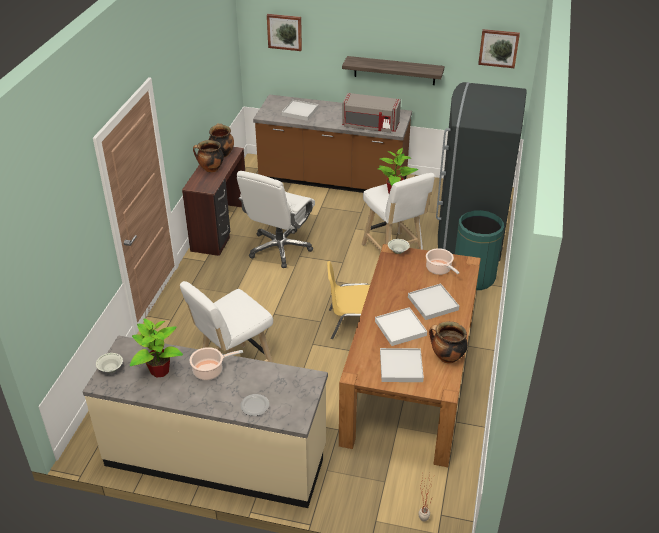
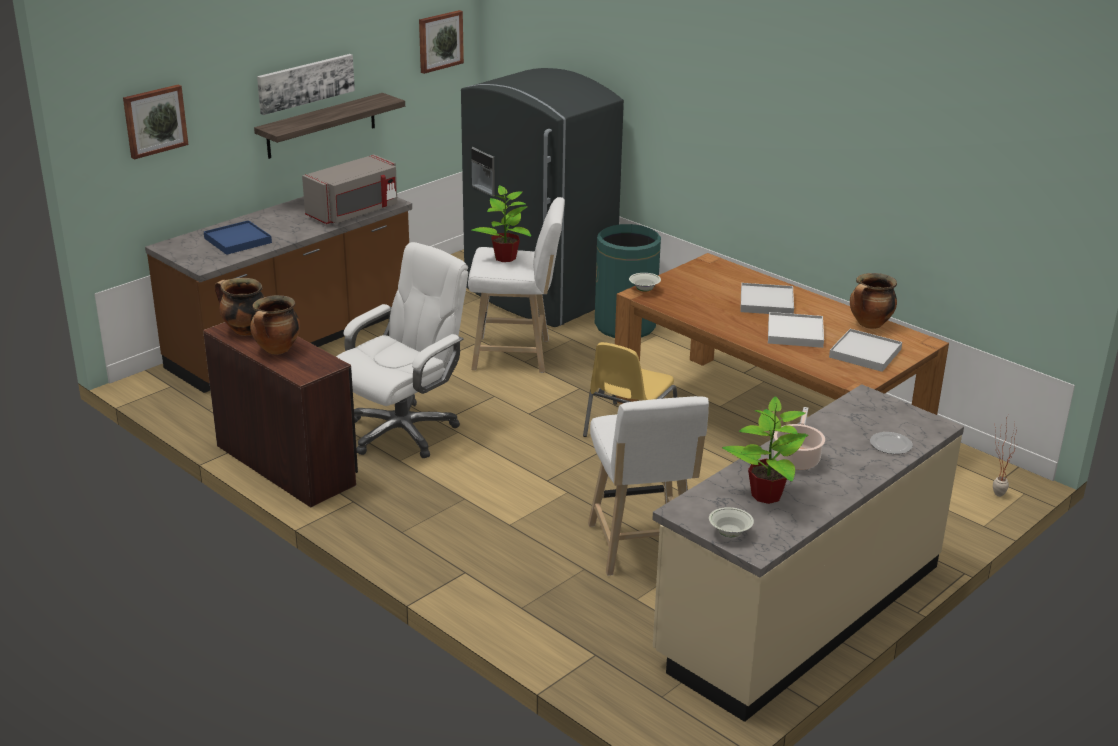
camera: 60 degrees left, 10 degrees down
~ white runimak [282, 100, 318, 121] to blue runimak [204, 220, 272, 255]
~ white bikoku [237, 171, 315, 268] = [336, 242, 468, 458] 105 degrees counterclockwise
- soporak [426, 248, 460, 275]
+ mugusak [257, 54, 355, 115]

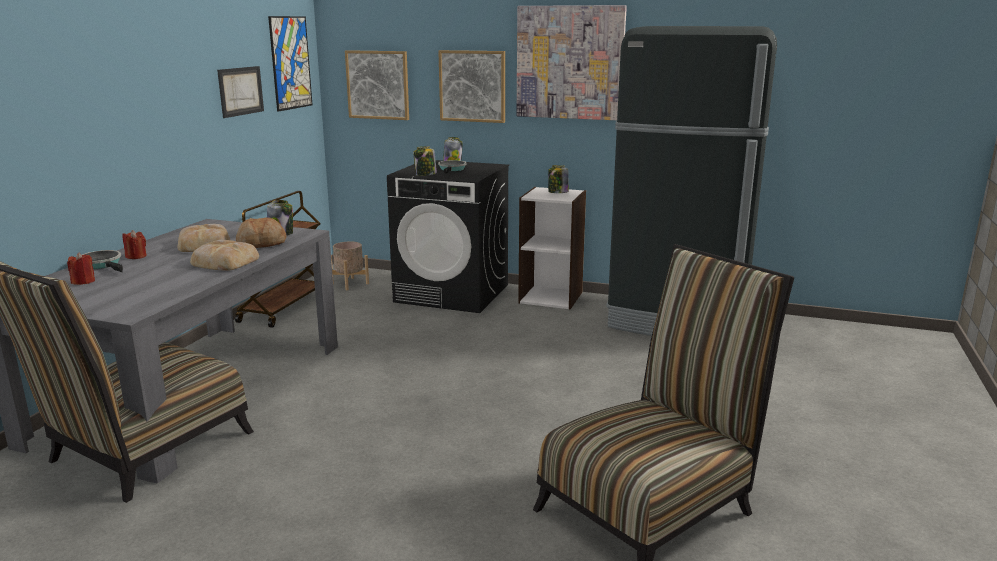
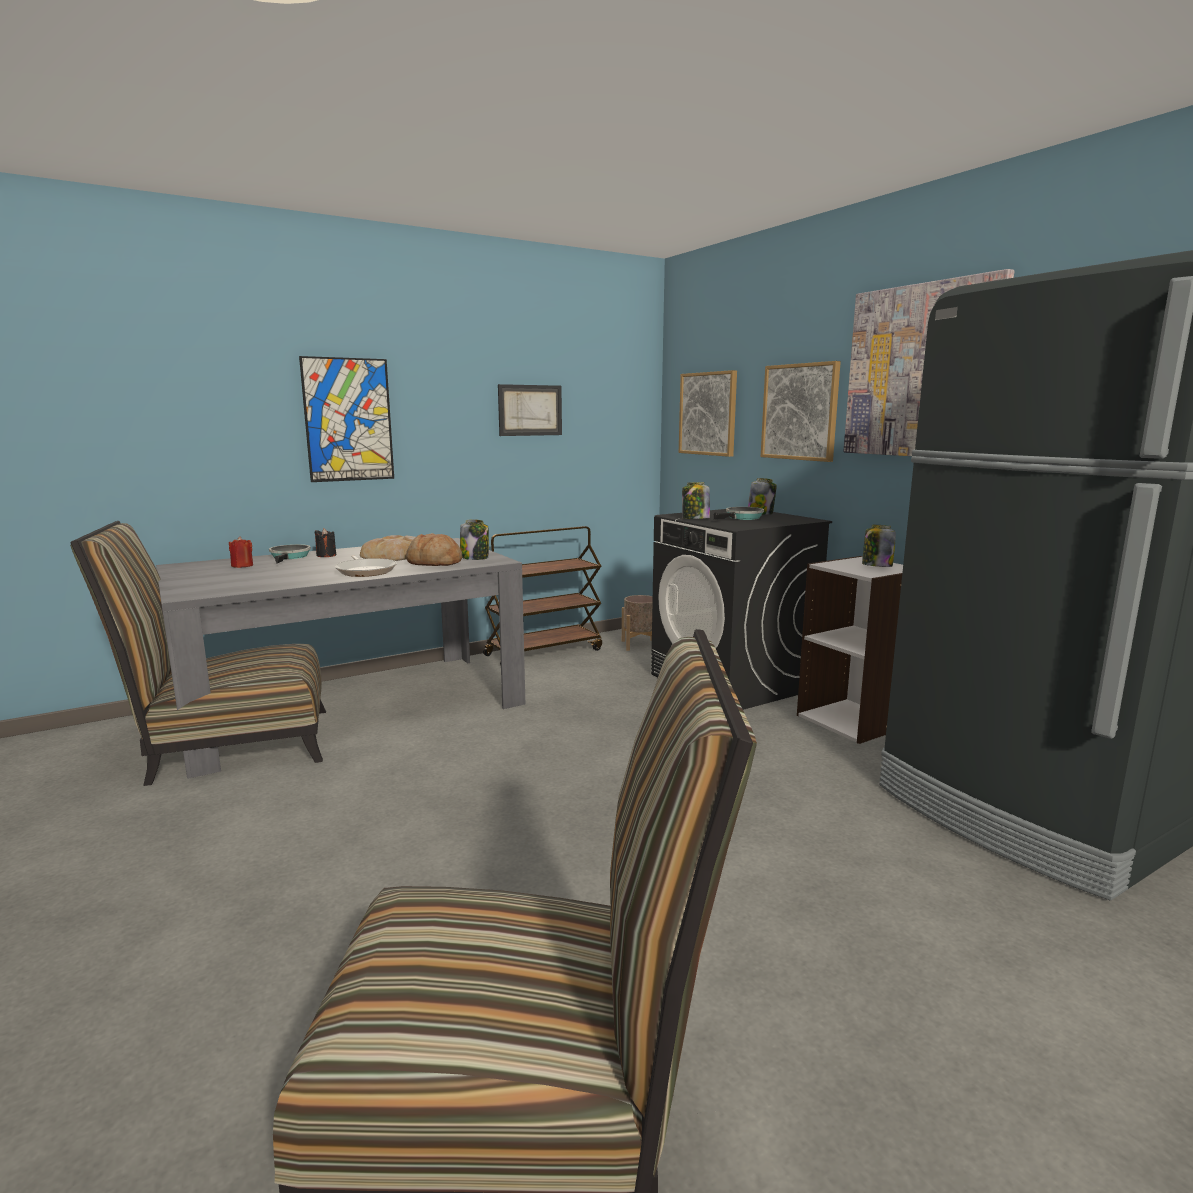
camera: 40 degrees right, 5 degrees down
~ mugusak [268, 16, 312, 112] to [299, 356, 394, 482]
~ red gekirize [123, 230, 147, 259] to black gekirize [314, 528, 336, 557]
~ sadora [190, 240, 259, 271] to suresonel [335, 555, 397, 577]

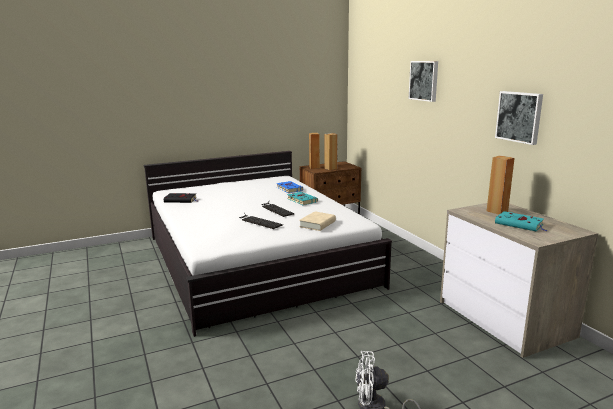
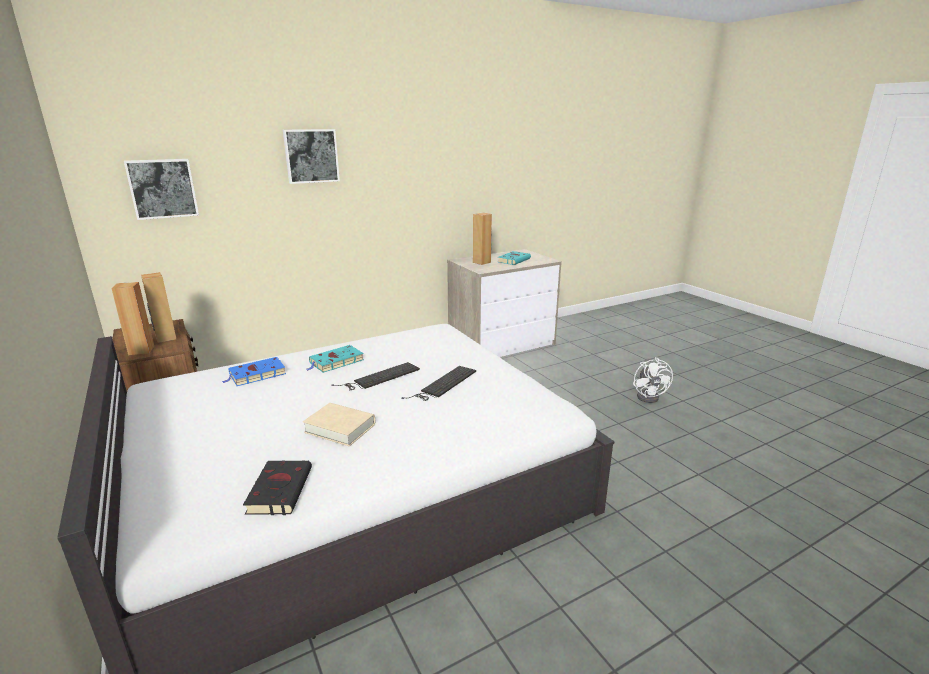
camera: 95 degrees left, 5 degrees up
~ mugusak [495, 91, 543, 145] to [124, 159, 199, 220]
~ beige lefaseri [299, 211, 336, 231] to [303, 403, 375, 446]

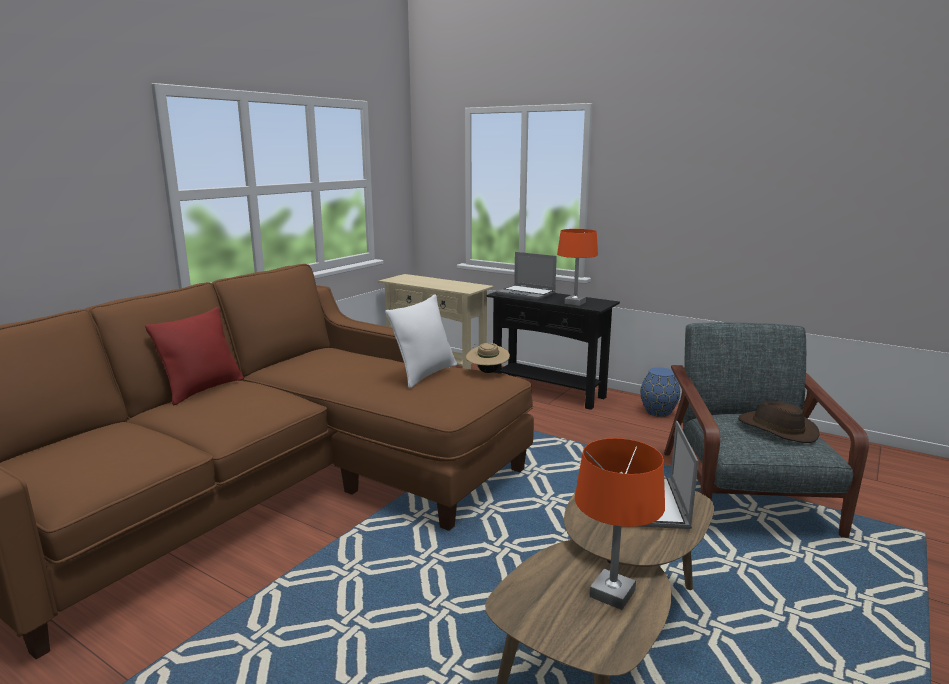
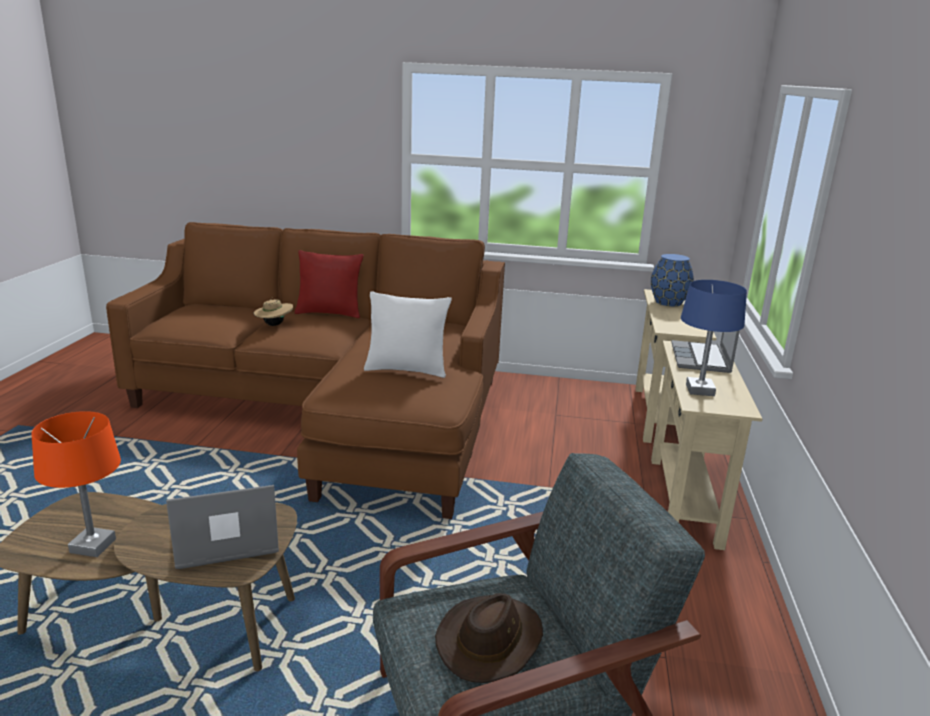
camera: 65 degrees right, 5 degrees up
~ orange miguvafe [557, 229, 598, 306] to blue miguvafe [681, 280, 747, 396]
~ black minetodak [487, 291, 620, 410] to beige minetodak [651, 340, 763, 550]
~ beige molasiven [466, 343, 510, 373] to [253, 297, 293, 326]
~ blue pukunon [640, 367, 680, 417] to [651, 254, 694, 306]

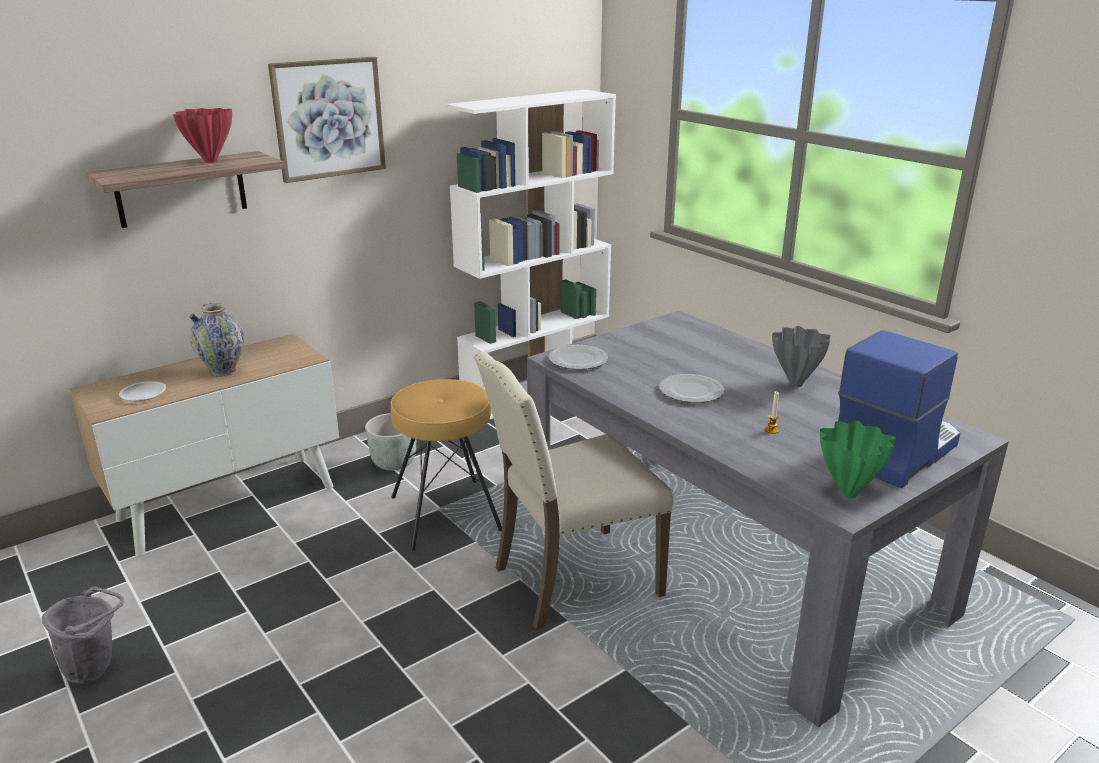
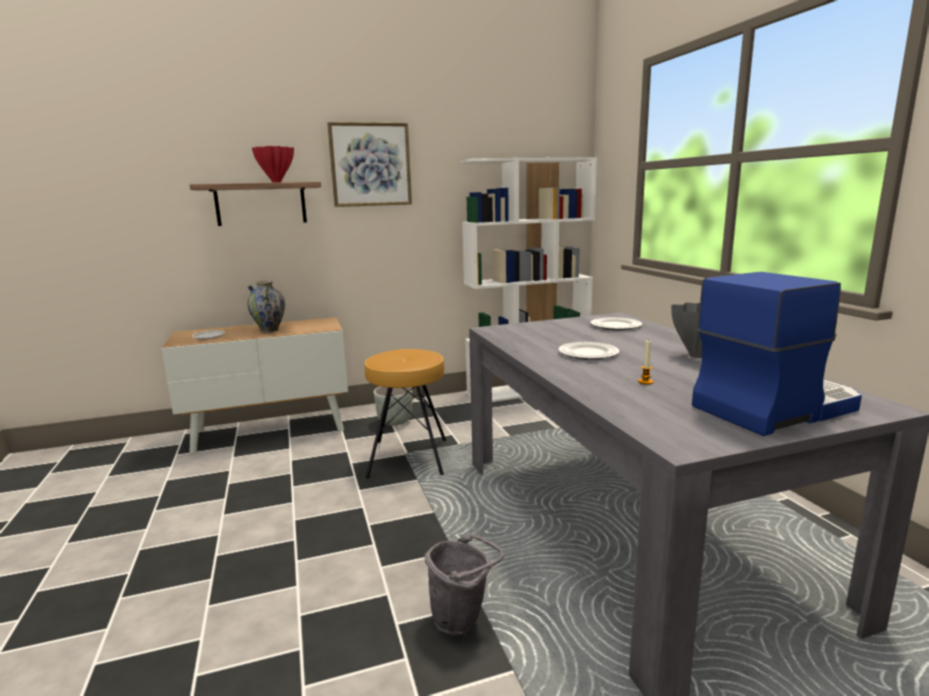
camera: 20 degrees right, 10 degrees down
~ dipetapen [548, 345, 608, 370] to [591, 317, 642, 330]
- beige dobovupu [474, 351, 674, 630]
- green pukunon [820, 420, 896, 498]
~ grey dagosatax [42, 587, 124, 684] to [425, 534, 504, 636]

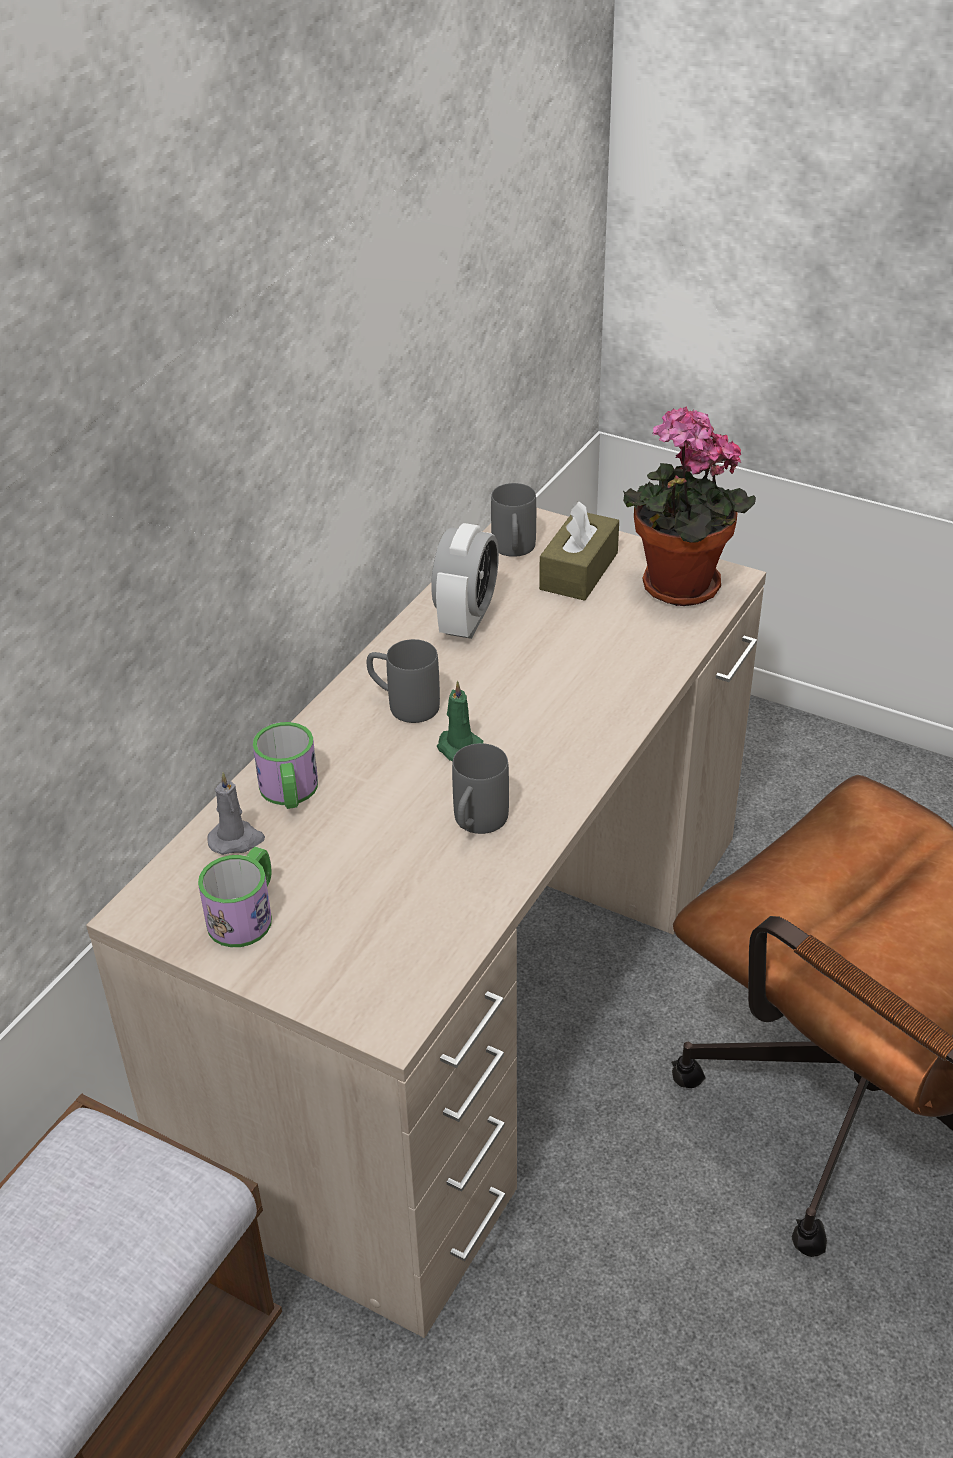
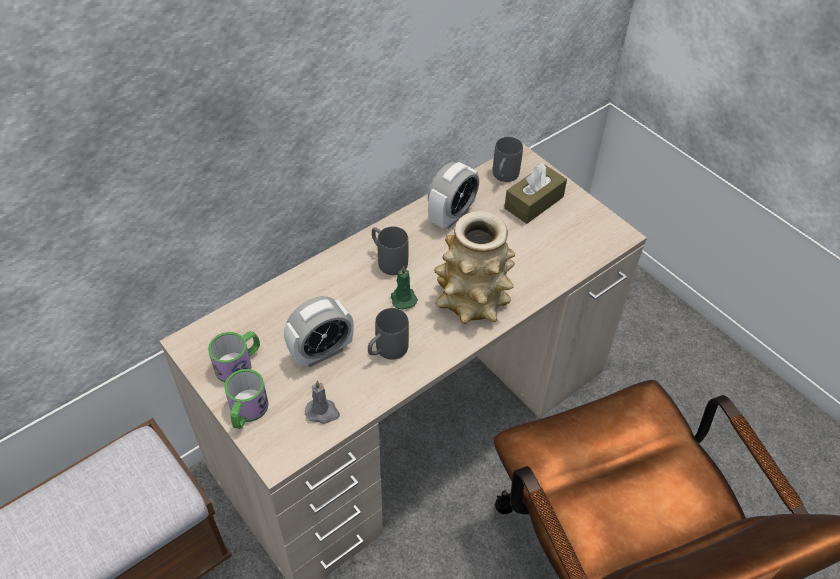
camera: 20 degrees right, 10 degrees up
- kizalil [623, 406, 756, 606]
~ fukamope [253, 722, 318, 809] to [224, 369, 269, 429]
~ grey gekirize [207, 772, 265, 855] to [305, 380, 340, 424]
+ pukunon [434, 211, 515, 324]
+ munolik [284, 296, 354, 367]

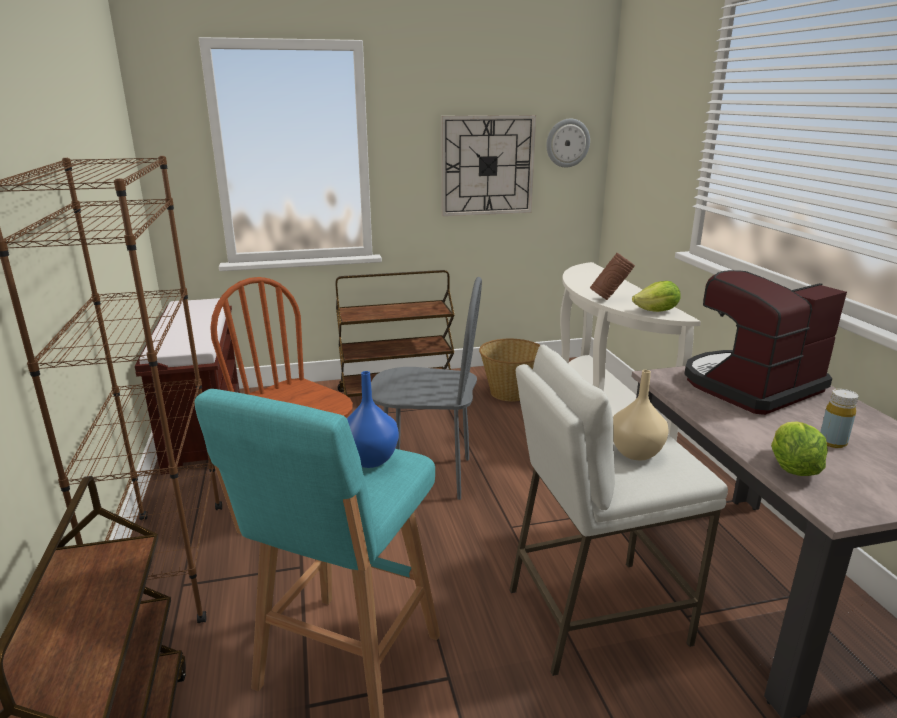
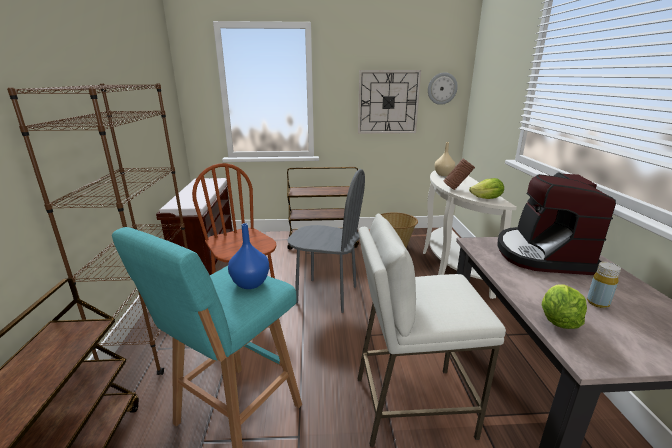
camera: 10 degrees right, 0 degrees up
~ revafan [684, 270, 847, 415] = [498, 172, 616, 275] 60 degrees counterclockwise
~ beige pukunon [613, 370, 669, 461] to [434, 142, 455, 176]

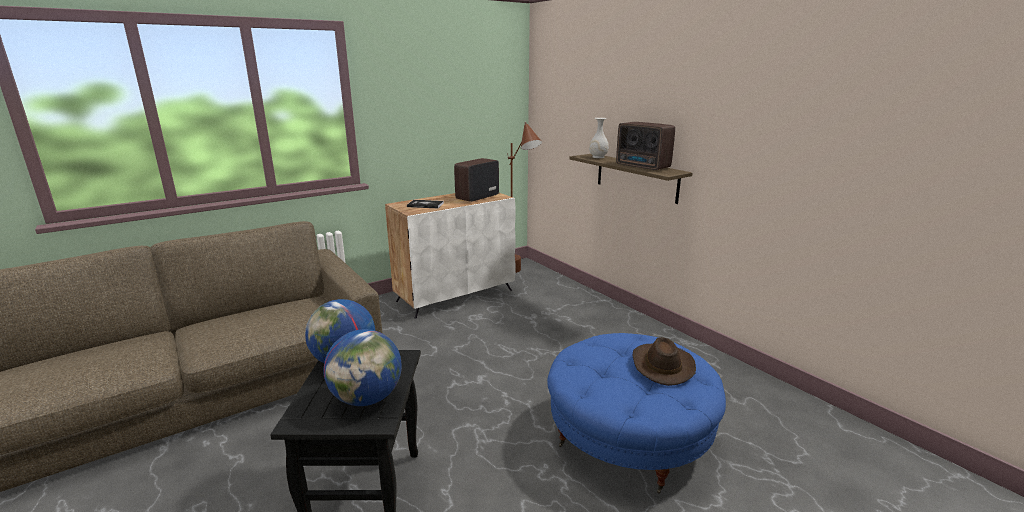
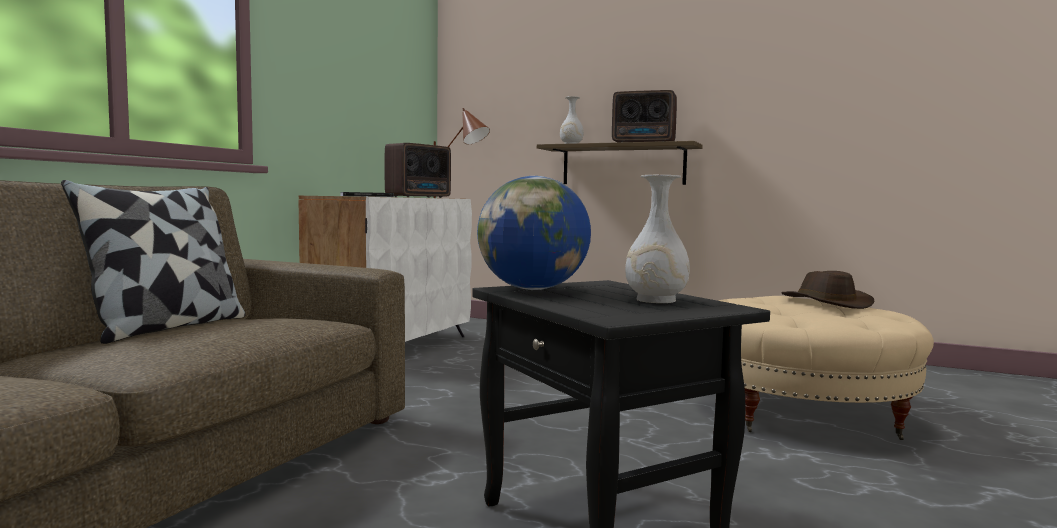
camera: 30 degrees left, 15 degrees down
~ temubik [454, 158, 499, 202] = [385, 143, 451, 198] 150 degrees counterclockwise
~ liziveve [323, 329, 402, 406] to white pukunon [625, 175, 690, 303]
~ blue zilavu [547, 333, 726, 493] to beige zilavu [718, 296, 934, 440]
+ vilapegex [61, 180, 245, 344]

